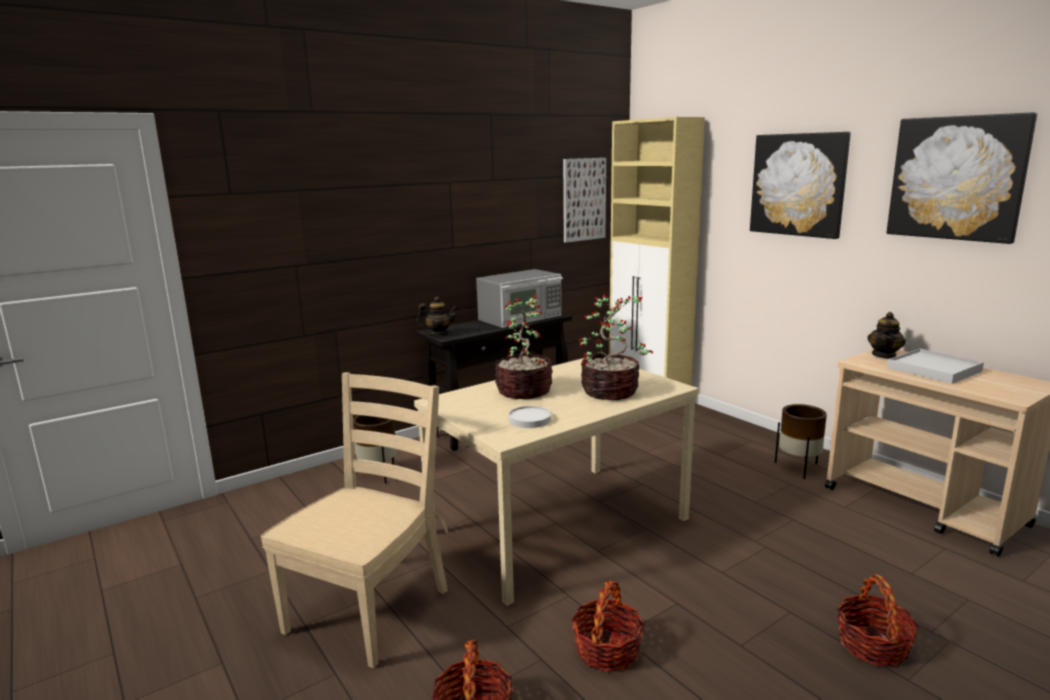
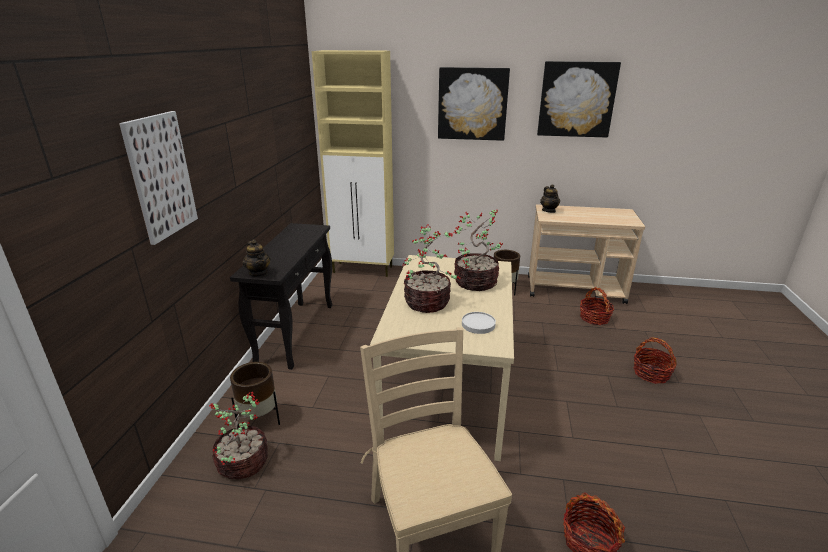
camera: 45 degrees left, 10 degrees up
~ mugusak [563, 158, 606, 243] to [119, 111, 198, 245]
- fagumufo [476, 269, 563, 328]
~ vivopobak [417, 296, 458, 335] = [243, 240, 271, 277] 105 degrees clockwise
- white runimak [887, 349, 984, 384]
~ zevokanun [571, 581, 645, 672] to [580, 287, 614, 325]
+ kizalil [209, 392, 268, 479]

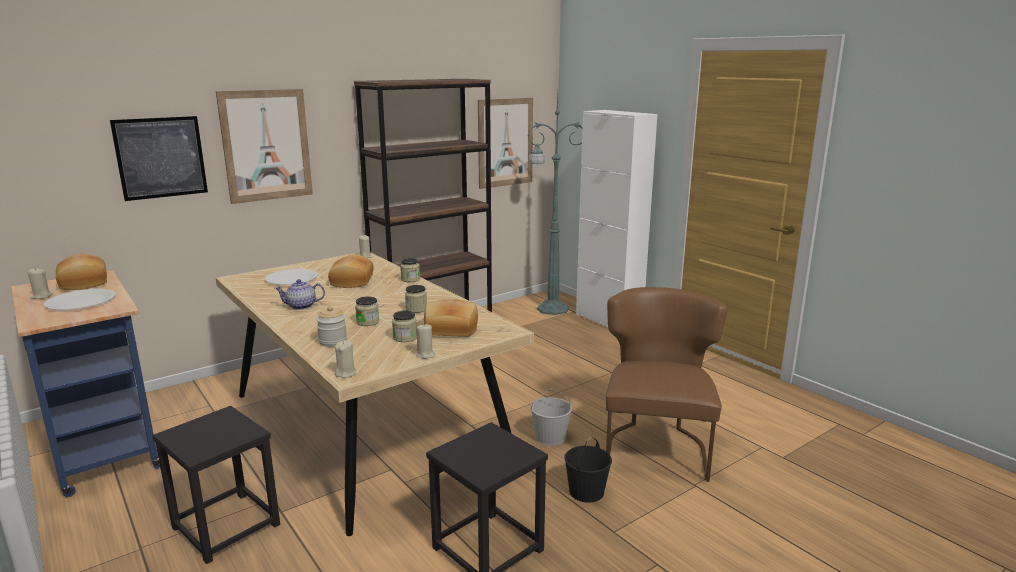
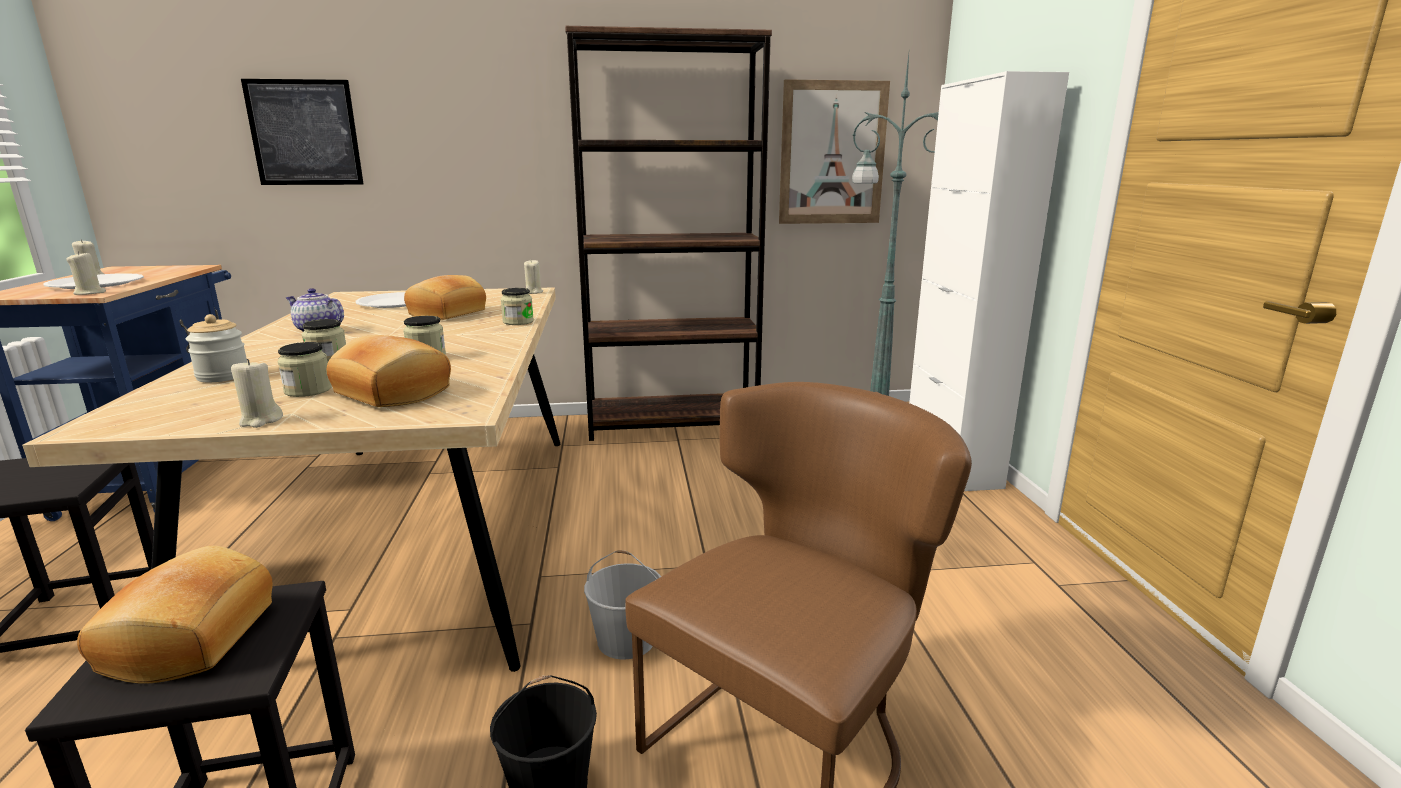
camera: 30 degrees right, 0 degrees up
- mugusak [216, 89, 313, 204]
~ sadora [56, 253, 107, 290] to [77, 546, 273, 684]
~ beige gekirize [334, 340, 356, 378] to [66, 251, 106, 295]

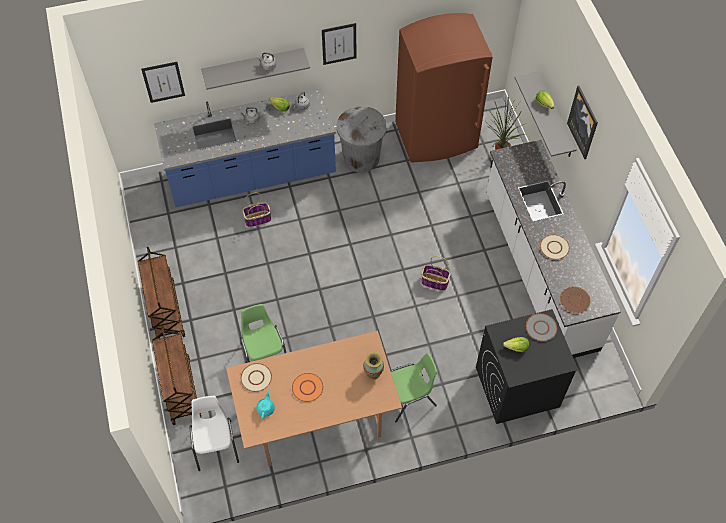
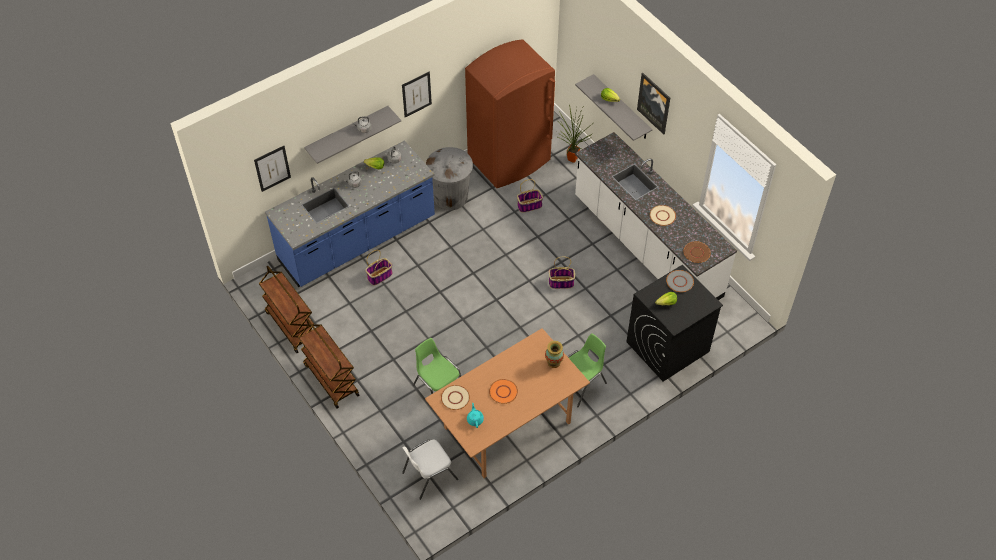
camera: 20 degrees left, 5 degrees down
~ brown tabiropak [152, 327, 201, 425] to [259, 266, 314, 353]
~ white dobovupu [190, 396, 239, 471] = [402, 440, 458, 500] 90 degrees counterclockwise
+ zevokanun [517, 179, 543, 213]

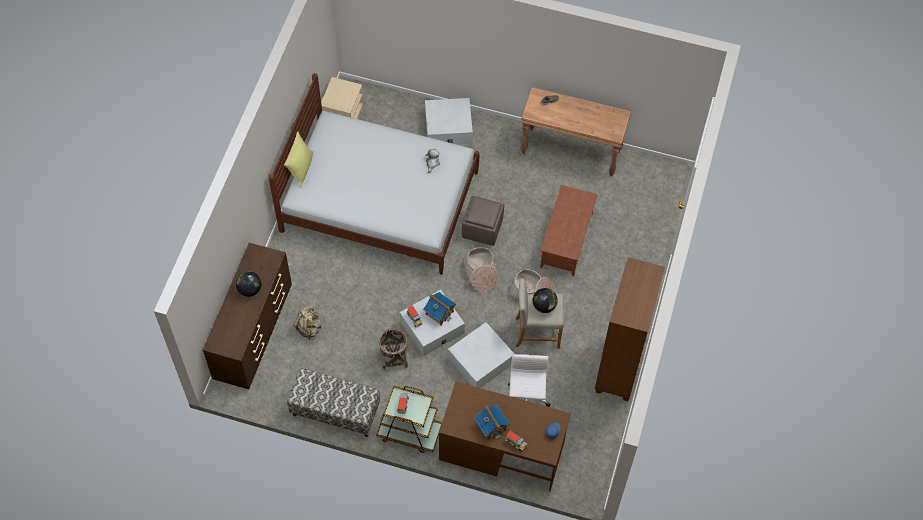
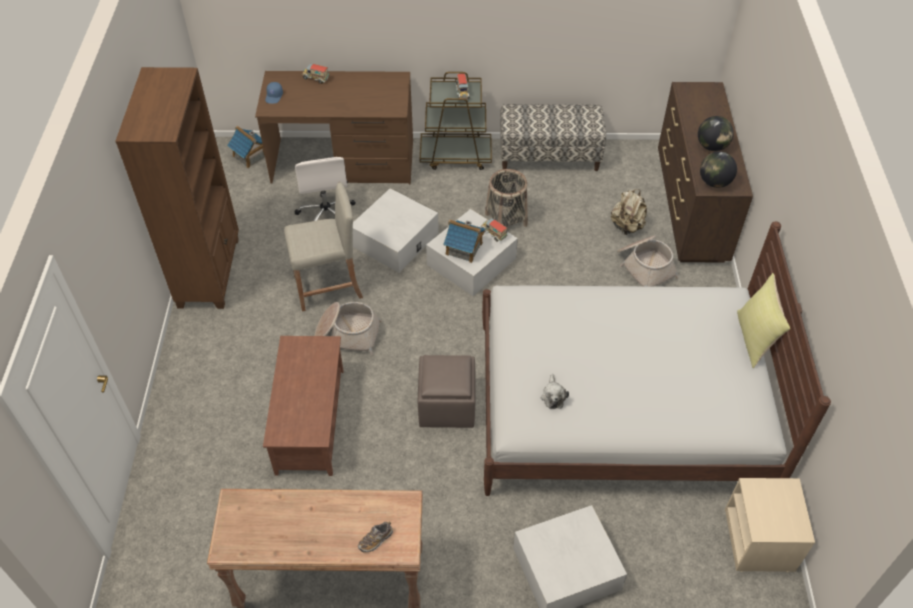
camera: 165 degrees right, 10 degrees down
~ zevokanun [462, 247, 498, 292] to [617, 235, 679, 287]
~ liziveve [533, 288, 558, 313] to [700, 151, 737, 188]
~ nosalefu [474, 405, 509, 440] to [227, 126, 265, 168]

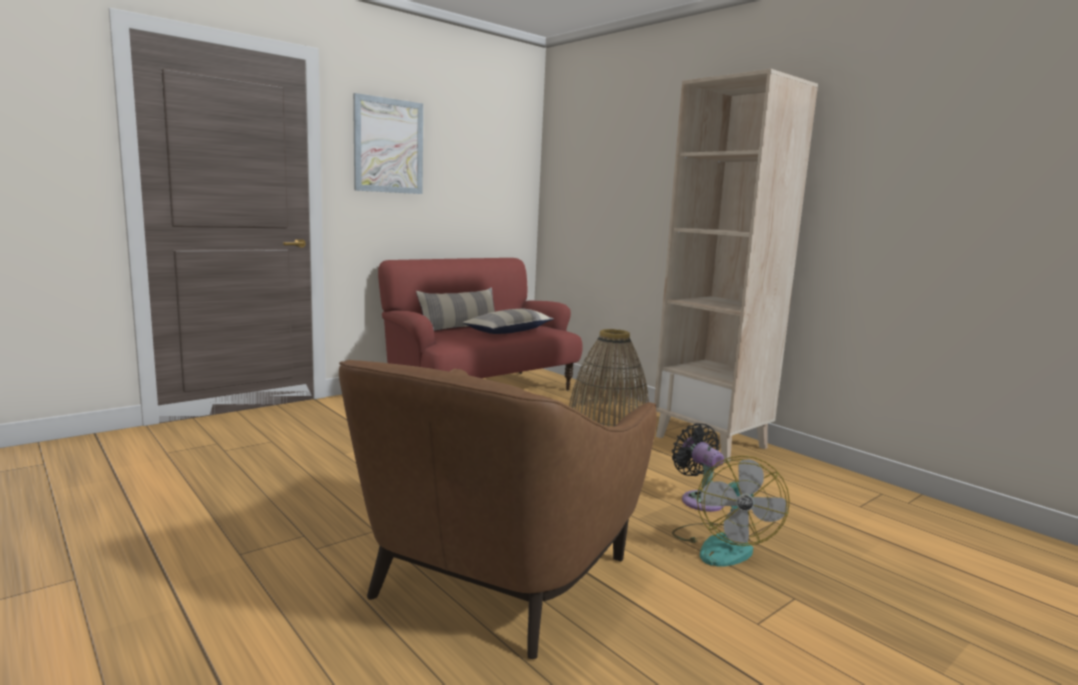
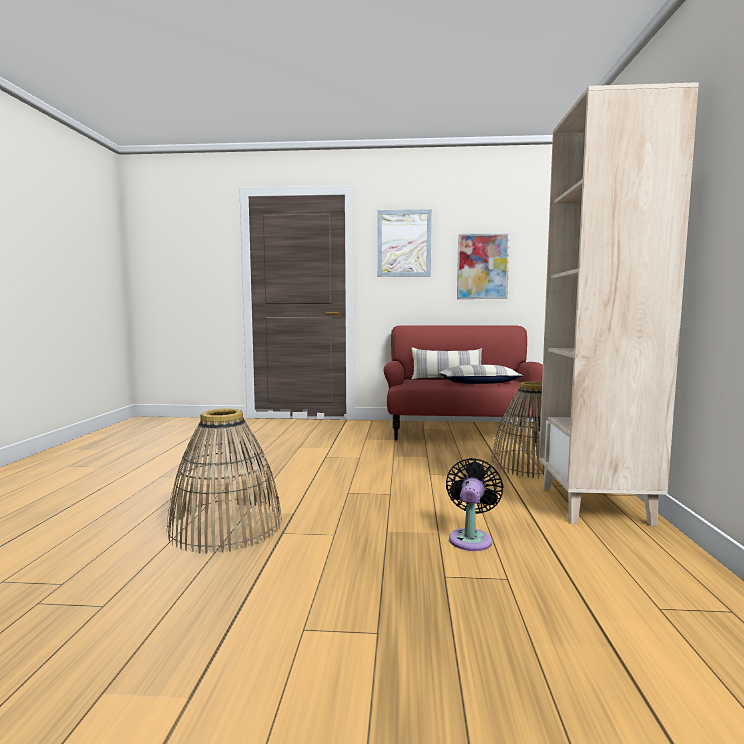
camera: 45 degrees right, 5 degrees down
~ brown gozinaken [339, 360, 657, 659] to zevokanun [167, 409, 282, 554]
- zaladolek [672, 456, 790, 567]
+ mugusak [457, 233, 510, 299]

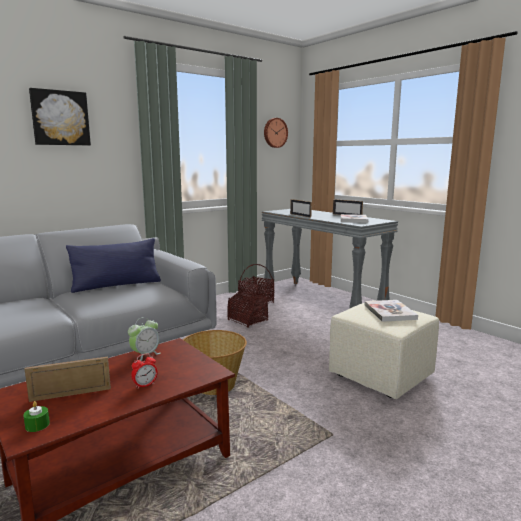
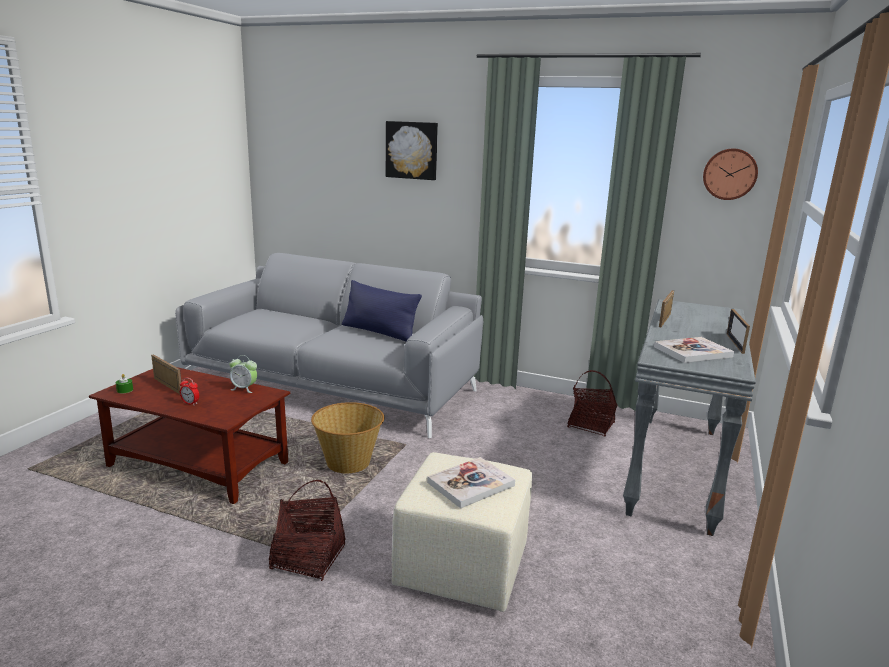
camera: 60 degrees right, 5 degrees up
~ zevokanun [227, 277, 268, 328] to [268, 480, 346, 581]

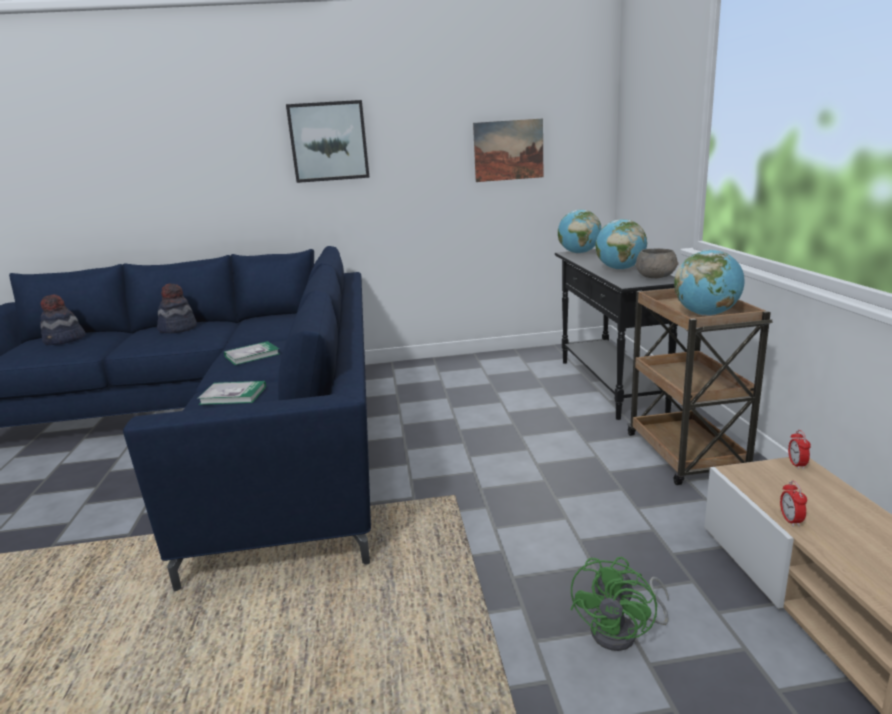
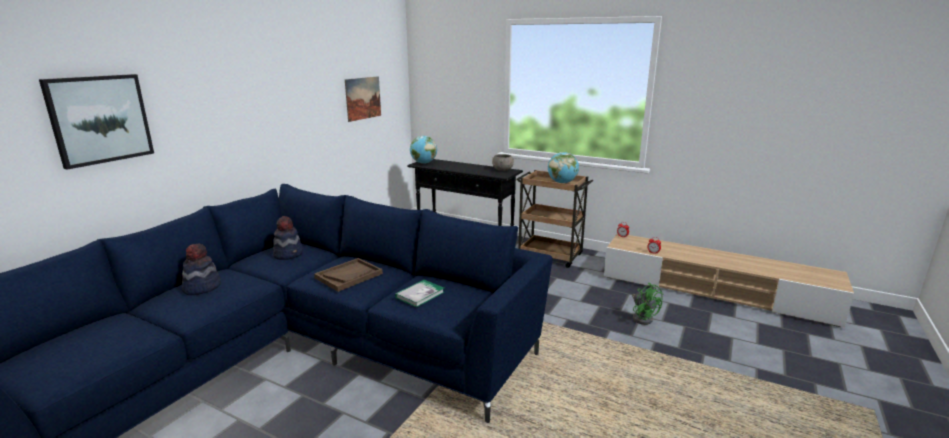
camera: 55 degrees left, 0 degrees up
~ mugusak [286, 100, 370, 183] to [39, 74, 154, 170]
- liziveve [595, 219, 647, 270]
~ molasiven [40, 294, 85, 345] to [273, 216, 303, 260]
~ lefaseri [224, 341, 280, 365] to brown runimak [314, 258, 383, 292]

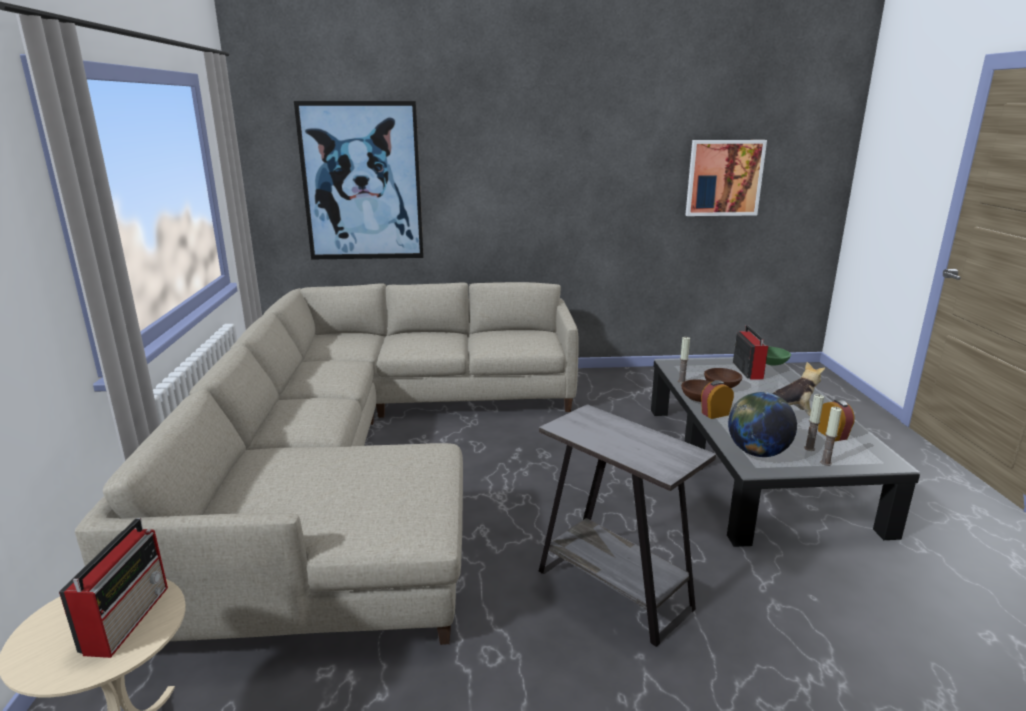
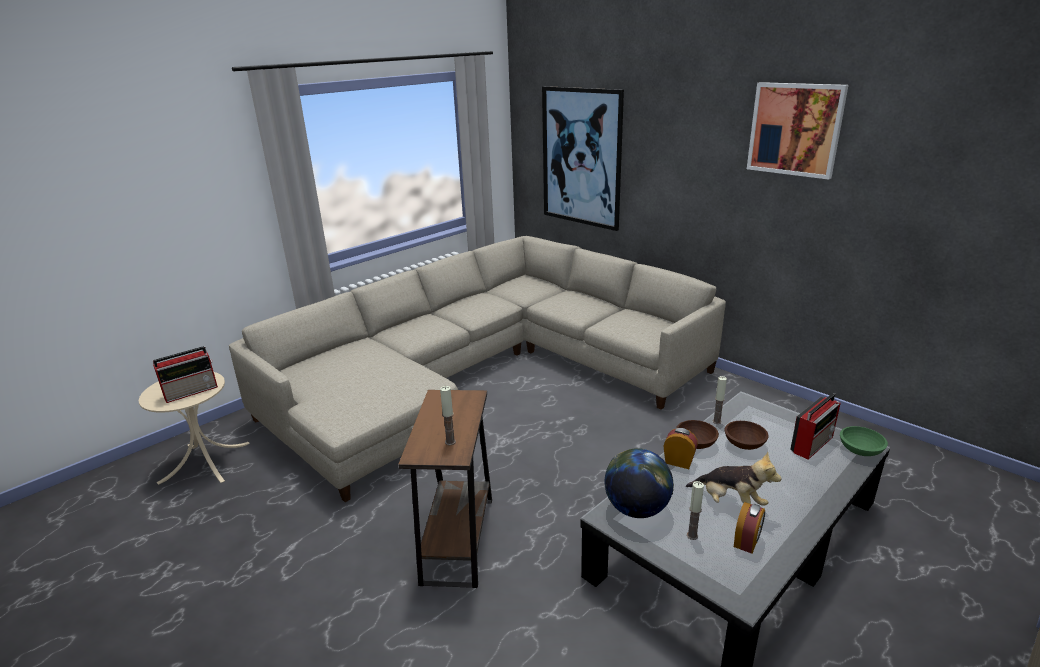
camera: 50 degrees right, 5 degrees up
~ mugusak [685, 140, 767, 216] to [747, 82, 848, 180]
~ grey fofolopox [539, 404, 716, 647] to brown fofolopox [398, 390, 492, 588]
~ gekirize [820, 407, 842, 466] to [440, 386, 456, 445]

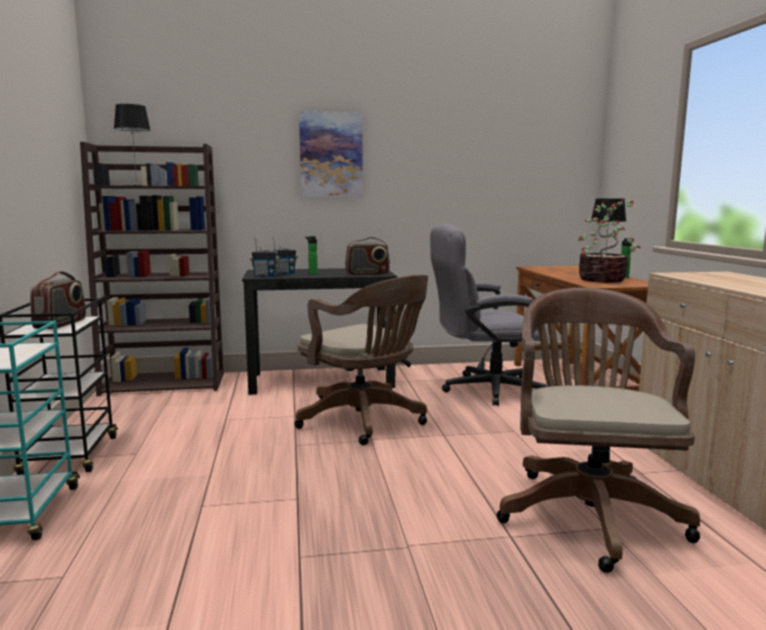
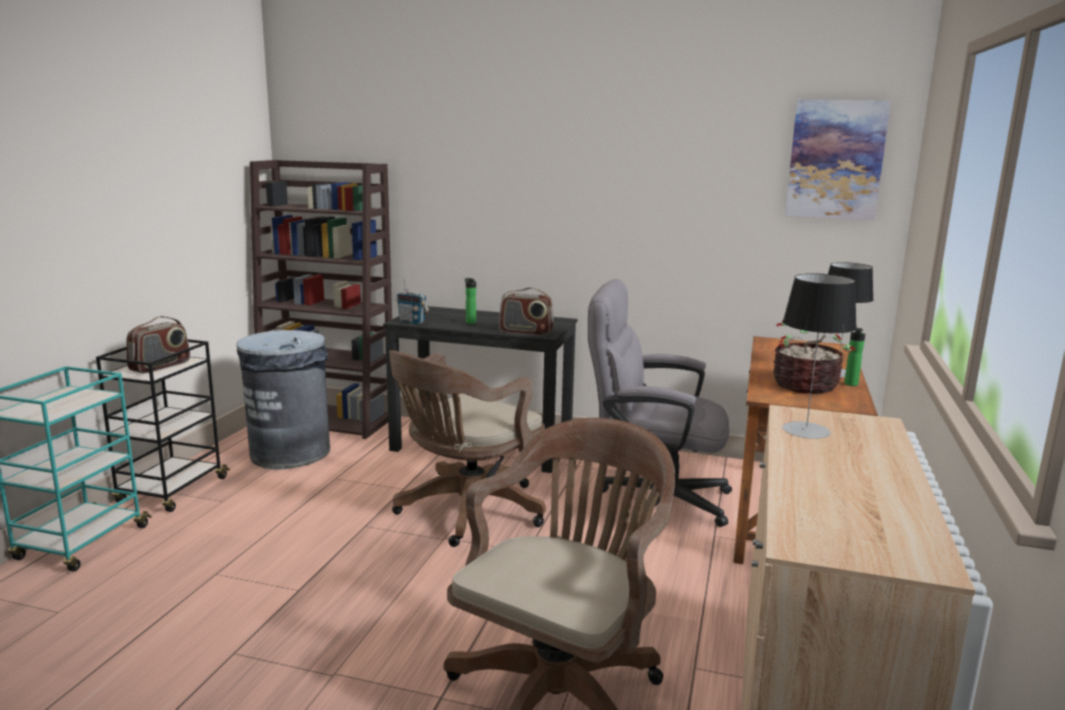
camera: 25 degrees right, 5 degrees up
~ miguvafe [114, 104, 150, 186] to [782, 273, 857, 439]
~ mugusak [299, 111, 363, 198] to [785, 100, 891, 220]
- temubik [271, 238, 298, 275]
~ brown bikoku [294, 275, 428, 445] = [389, 350, 546, 547] 60 degrees clockwise
+ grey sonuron [236, 330, 330, 470]

